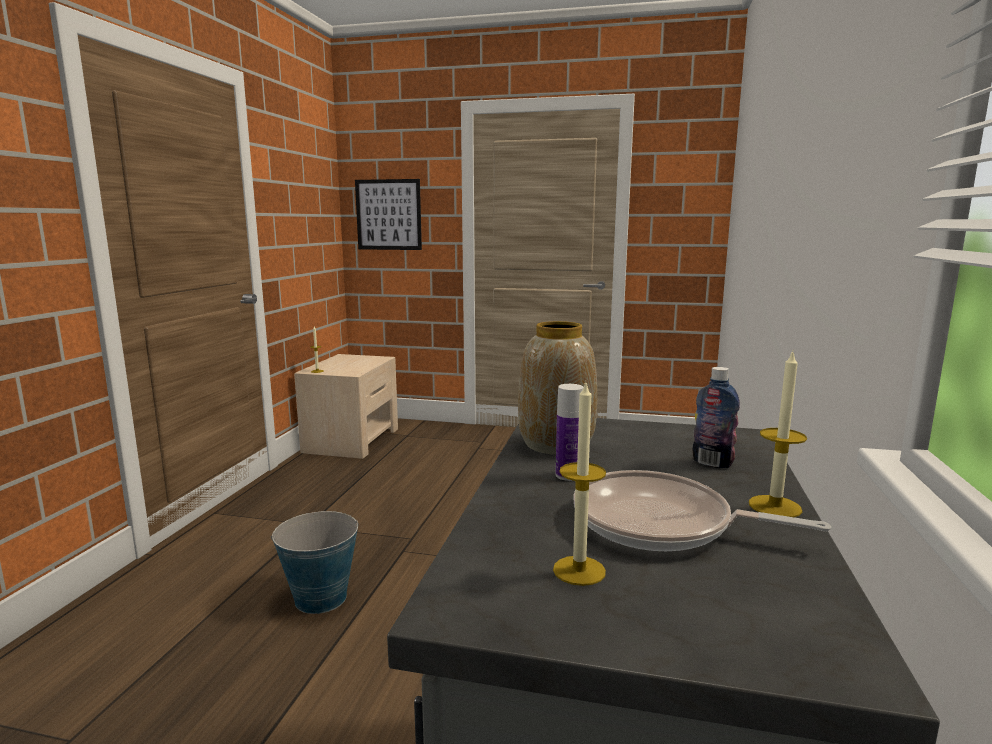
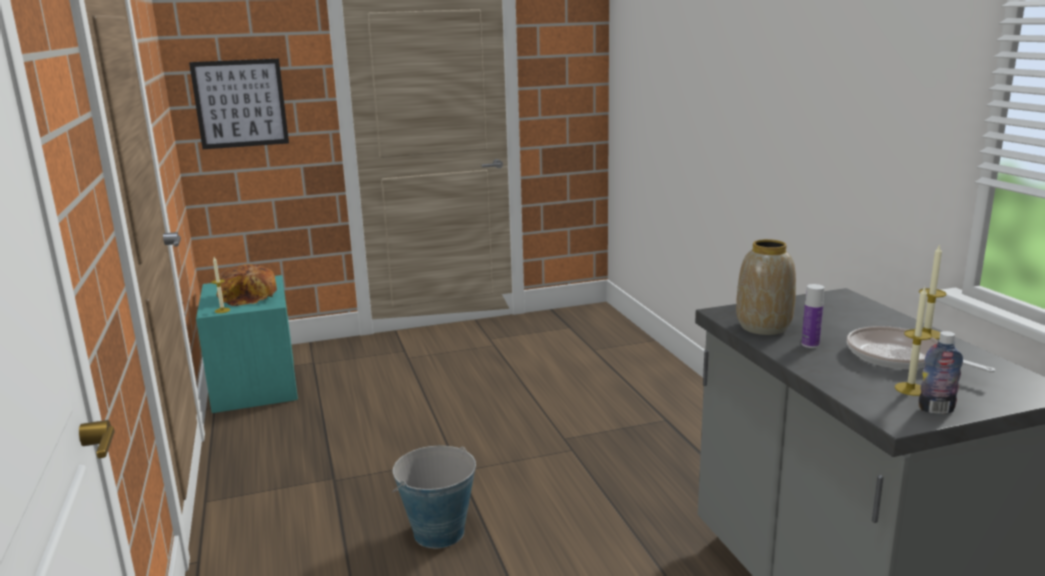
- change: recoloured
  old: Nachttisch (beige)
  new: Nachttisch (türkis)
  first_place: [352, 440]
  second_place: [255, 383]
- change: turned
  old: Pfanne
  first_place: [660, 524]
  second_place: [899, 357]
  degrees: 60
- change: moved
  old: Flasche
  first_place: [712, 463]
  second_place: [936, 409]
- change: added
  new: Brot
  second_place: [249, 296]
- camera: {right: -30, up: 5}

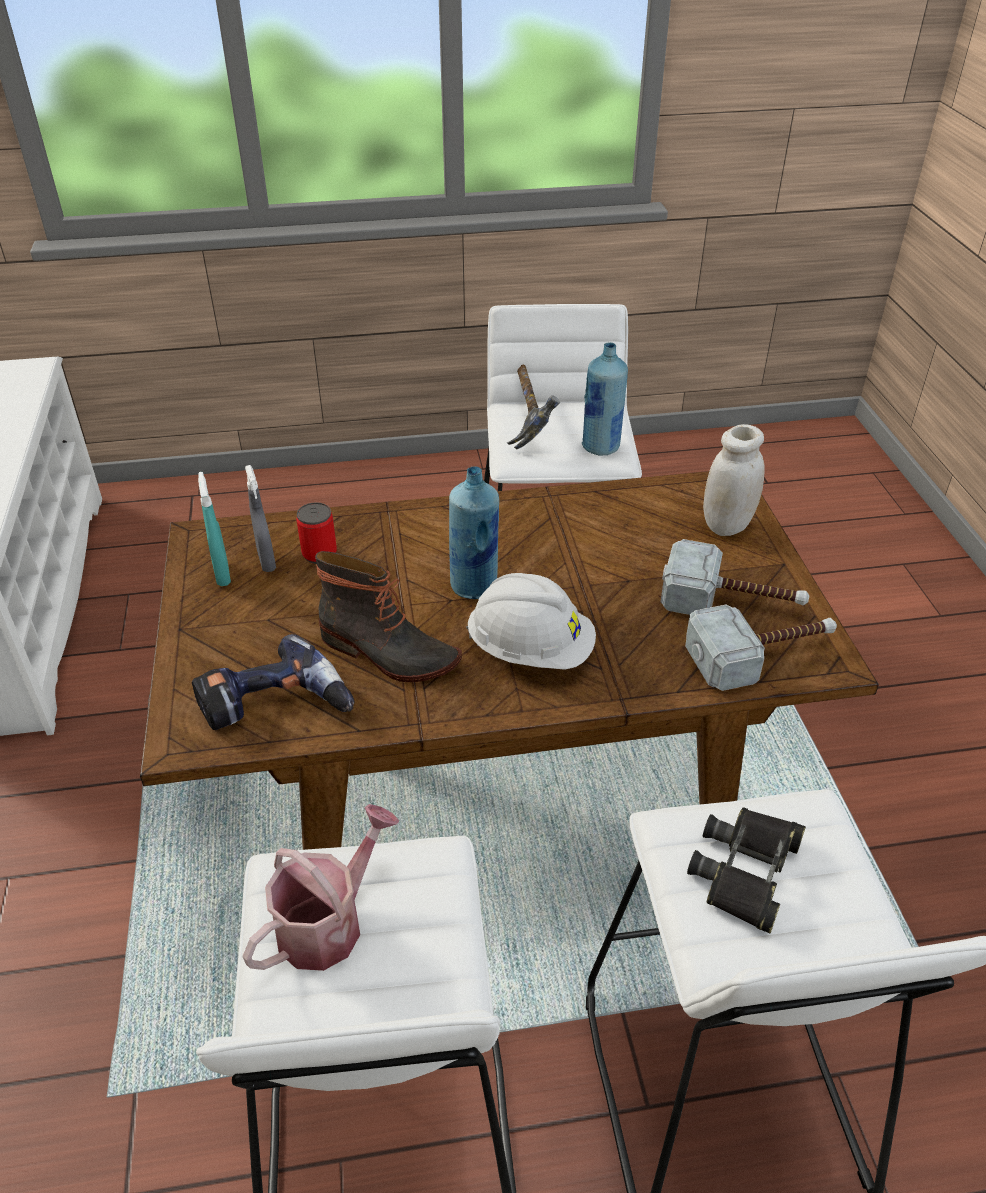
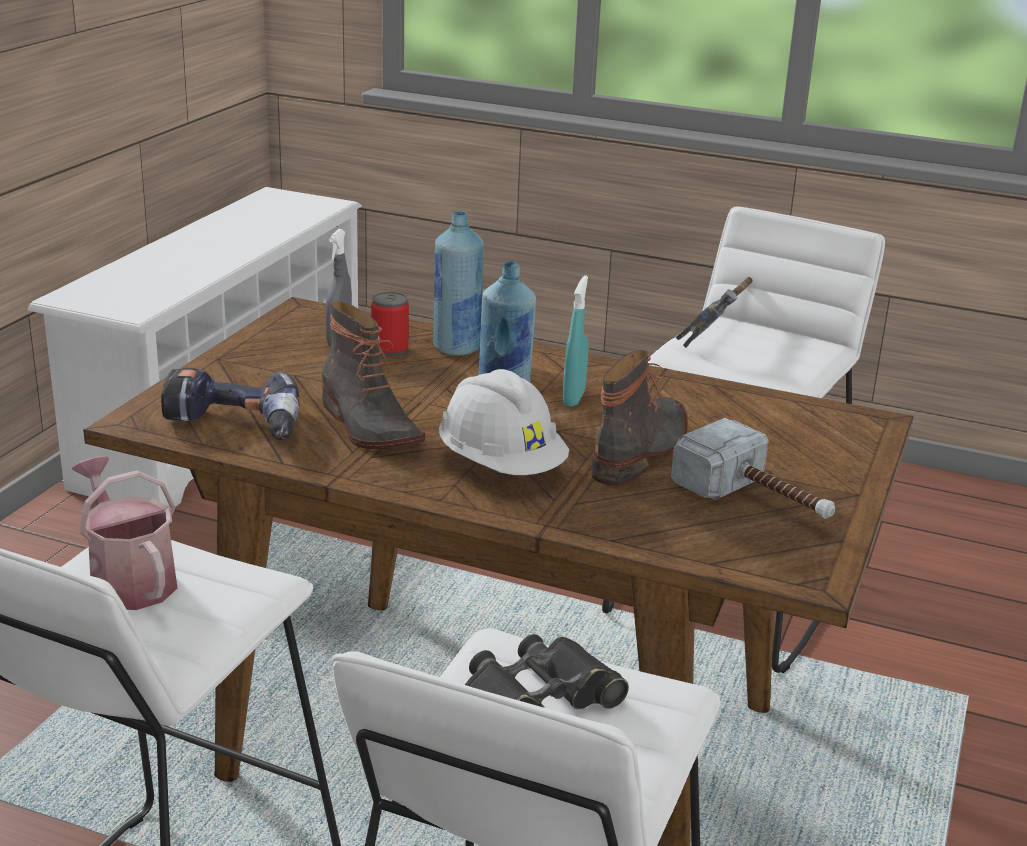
- change: moved
  old: Sprühflasche (türkis)
  first_place: [222, 574]
  second_place: [573, 398]
- change: turned
  old: Gießkanne
  first_place: [328, 922]
  second_place: [128, 579]
  degrees: -105
- change: moved
  old: Flasche (blau)
  first_place: [601, 447]
  second_place: [456, 348]
- change: removed
  old: Hammer
  first_place: [762, 655]
- change: removed
  old: Vorratsglas (weiß)
  first_place: [727, 525]
- change: added
  new: Stiefel
  second_place: [642, 451]
- camera: {right: 30, up: -15}

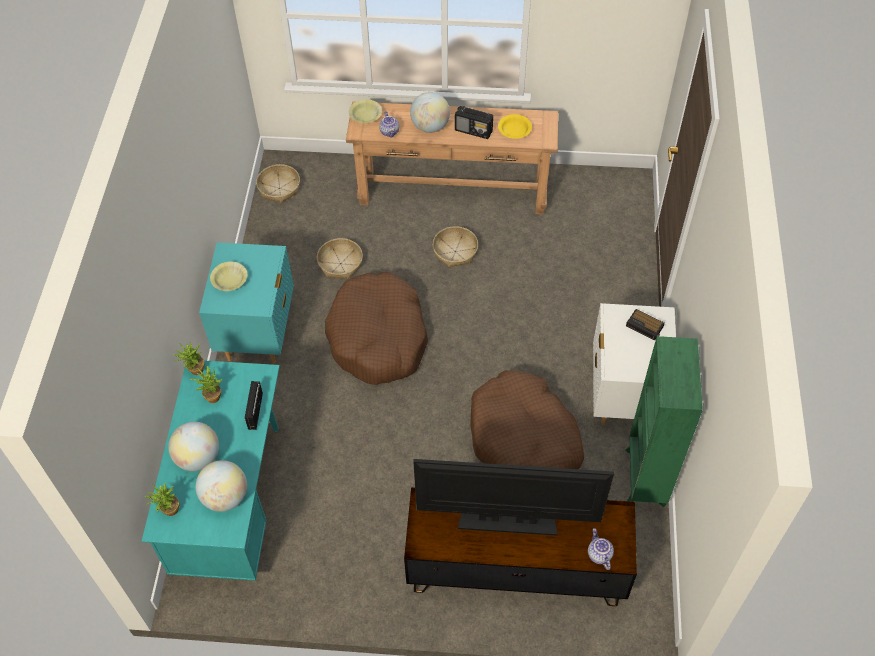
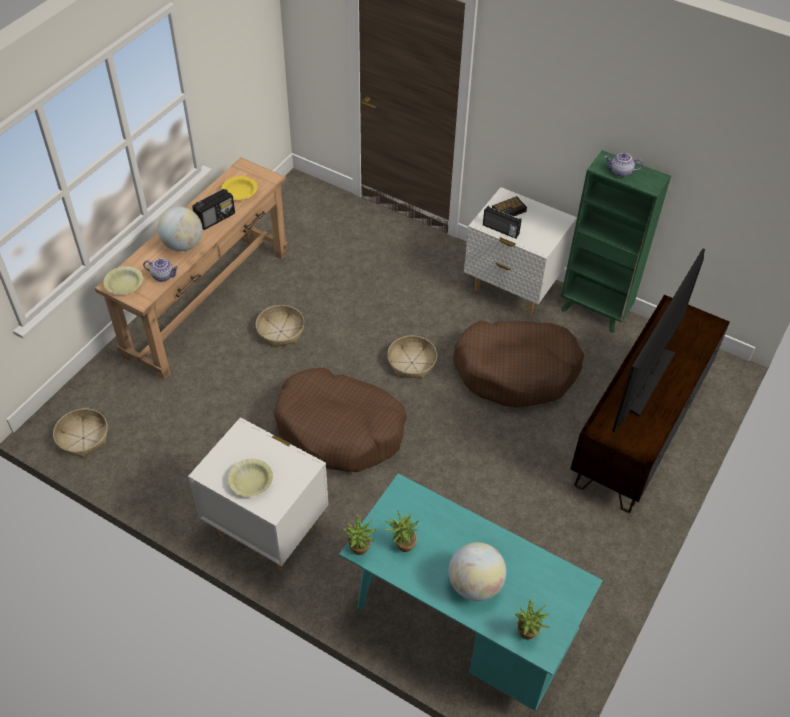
- change: removed
  old: Globus
  first_place: [225, 497]
- change: recoloured
  old: Nachttisch (türkis)
  new: Nachttisch (weiß)
  first_place: [258, 335]
  second_place: [267, 530]
- change: moved
  old: Radio
  first_place: [254, 411]
  second_place: [500, 230]
- change: moved
  old: Korb
  first_place: [340, 264]
  second_place: [412, 363]
- change: moved
  old: Teekanne
  first_place: [598, 554]
  second_place: [620, 172]
- camera: {right: -65, up: -5}

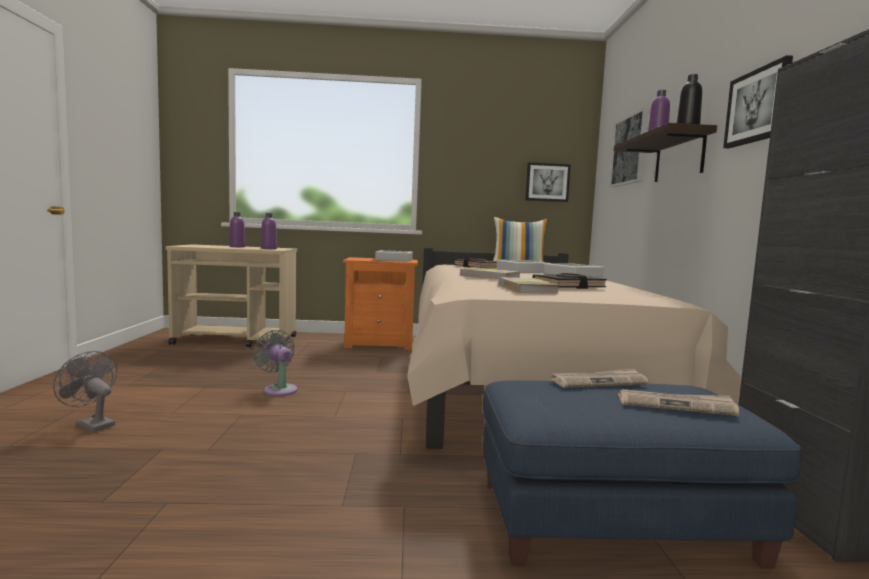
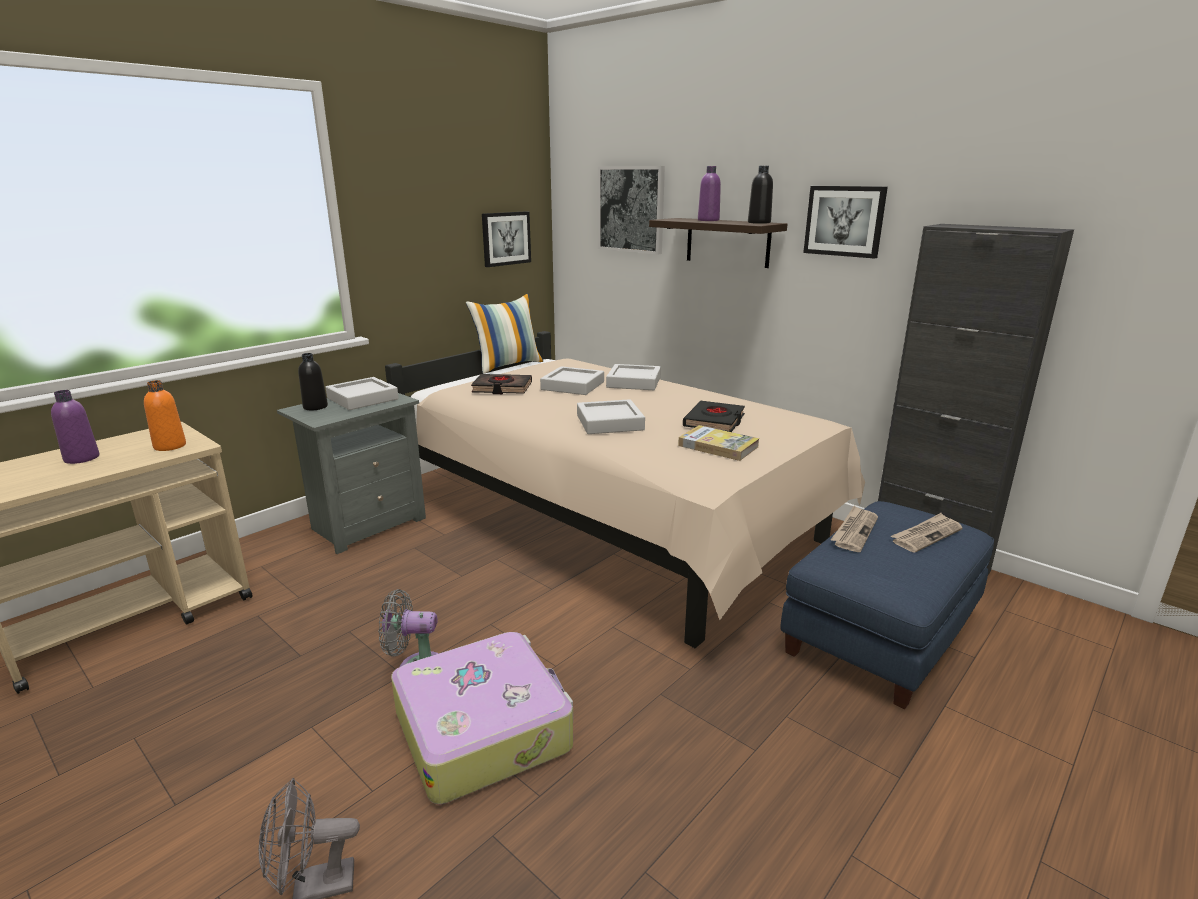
- change: recoloured
  old: Flasche (lila)
  new: Flasche (orange)
  first_place: [269, 249]
  second_place: [170, 446]
- change: recoloured
  old: Nachttisch (orange)
  new: Nachttisch (grau)
  first_place: [380, 343]
  second_place: [366, 524]
- change: replaced
  old: Buch
  new: Tablett (grau)
  first_place: [489, 277]
  second_place: [610, 423]
- change: added
  new: Flasche (schwarz)
  second_place: [315, 407]
- change: added
  new: Koffer
  second_place: [484, 728]
- camera: {right: -45, up: 15}

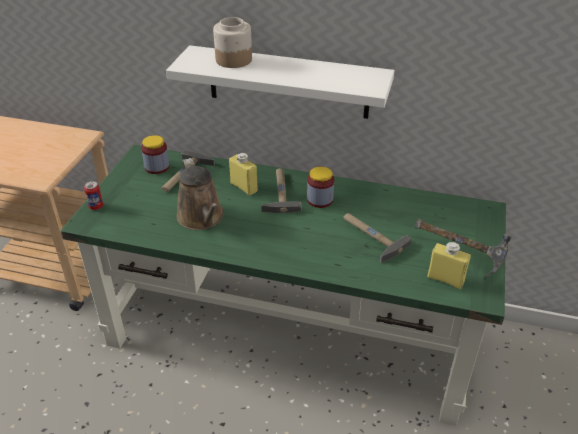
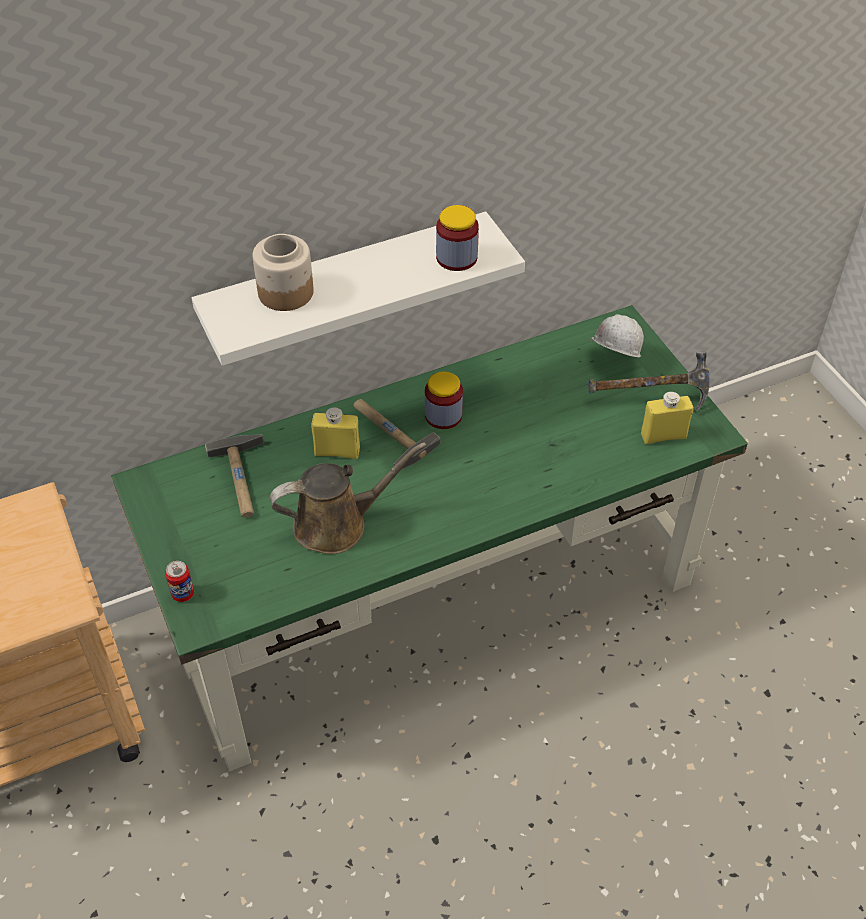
- change: moved
  old: Vorratsglas
  first_place: [157, 167]
  second_place: [456, 258]
- change: turned
  old: Gießkanne (braun)
  first_place: [202, 218]
  second_place: [337, 524]
  degrees: -45
- change: removed
  old: Hammer
  first_place: [370, 236]
- change: added
  new: Schutzhelm (weiß)
  second_place: [611, 363]
- camera: {right: -40, up: 10}

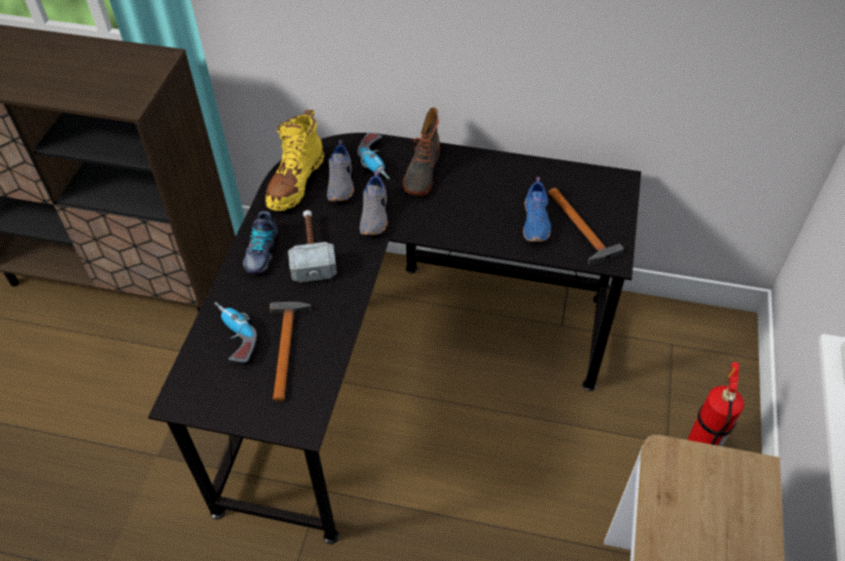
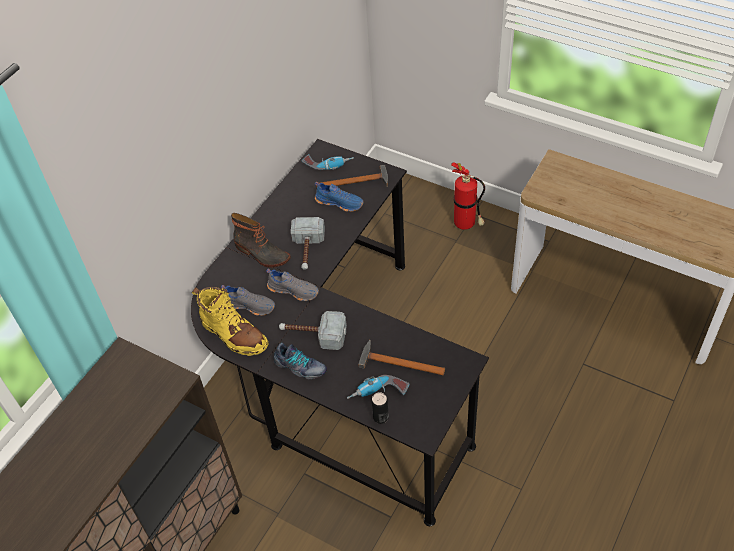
- change: moved
  old: Bohrmaschine
  first_place: [377, 162]
  second_place: [328, 165]
- change: added
  new: Hammer
  second_place: [307, 250]
- change: added
  new: Dose
  second_place: [381, 417]
- camera: {right: -70, up: 0}

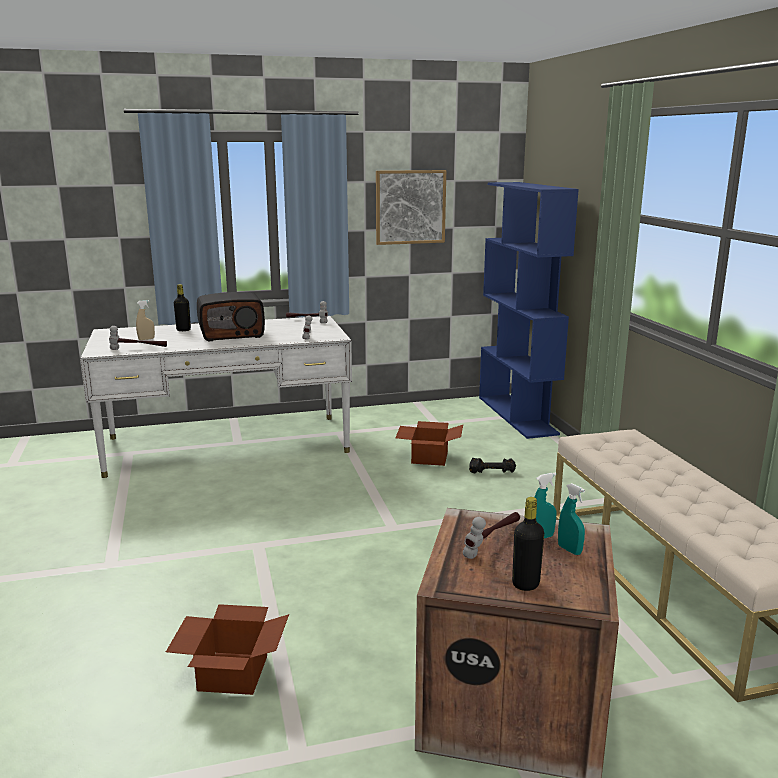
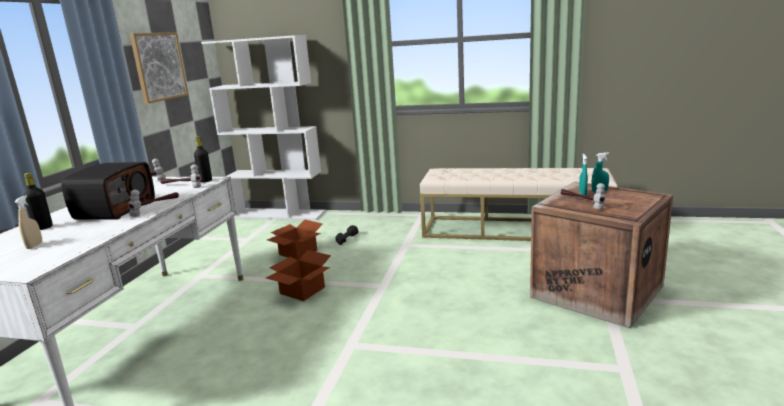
- change: moved
  old: Hammer
  first_place: [138, 349]
  second_place: [156, 208]
- change: moved
  old: Karton
  first_place: [231, 672]
  second_place: [301, 291]
- change: recoloured
  old: Bücherregal (blau)
  new: Bücherregal (weiß)
  first_place: [517, 415]
  second_place: [279, 214]
- change: moved
  old: Flasche (schwarz)
  first_place: [525, 584]
  second_place: [205, 181]
- camera: {right: -60, up: 0}

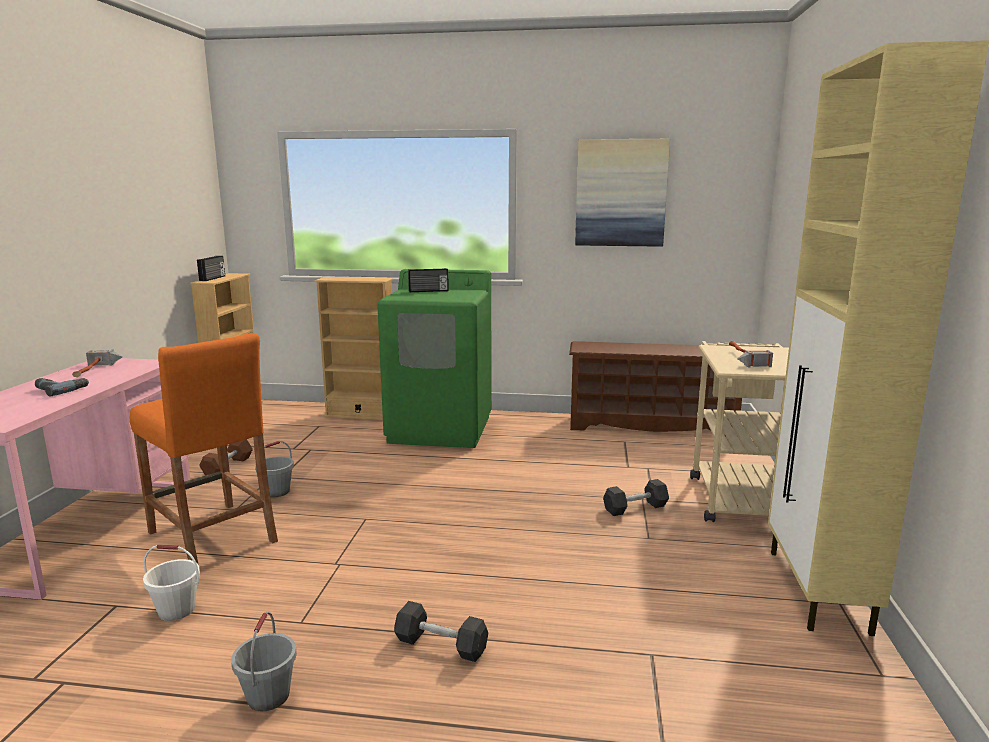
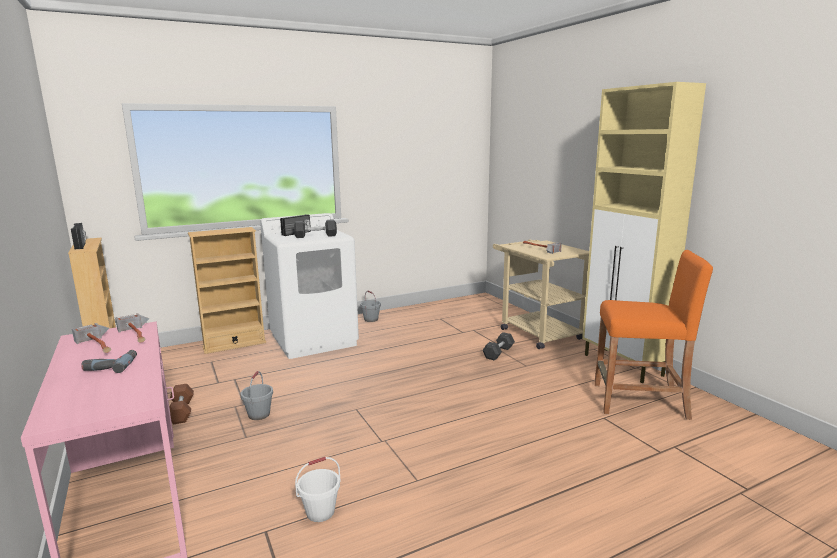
- change: moved
  old: Hocker (orange)
  first_place: [212, 537]
  second_place: [640, 401]
- change: moved
  old: Eimer (grau)
  first_place: [269, 696]
  second_place: [371, 319]
- change: recoloured
  old: Waschmaschine (grün)
  new: Waschmaschine (weiß)
  first_place: [441, 429]
  second_place: [314, 340]
- change: moved
  old: Hantel (grau)
  first_place: [441, 645]
  second_place: [315, 236]
- change: removed
  old: Schuhregal (braun)
  first_place: [651, 425]
- change: removed
  old: Bild
  first_place: [621, 193]
- change: added
  new: Hammer
  second_place: [140, 335]
- camera: {right: -35, up: 0}

